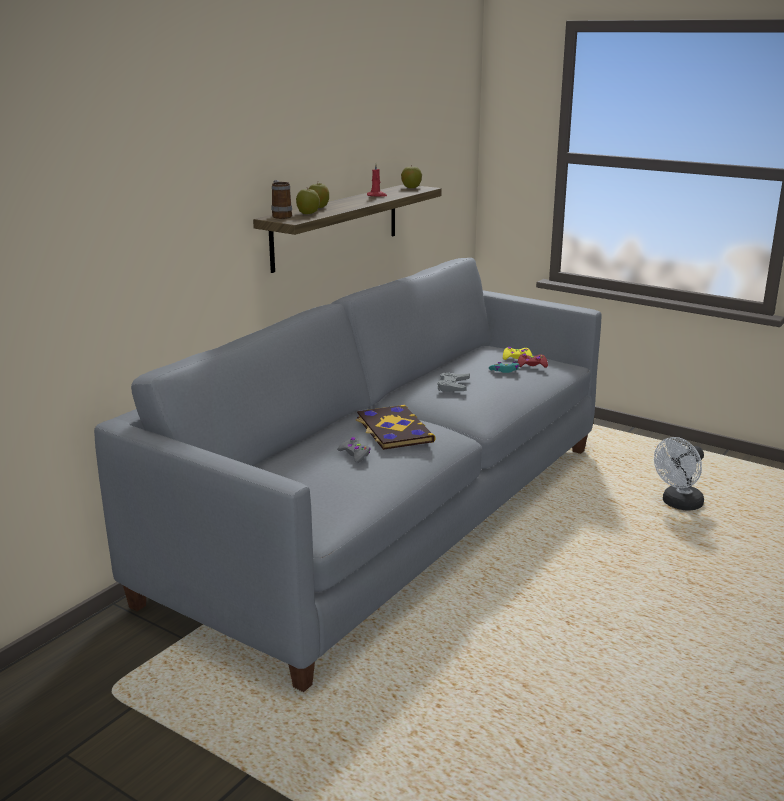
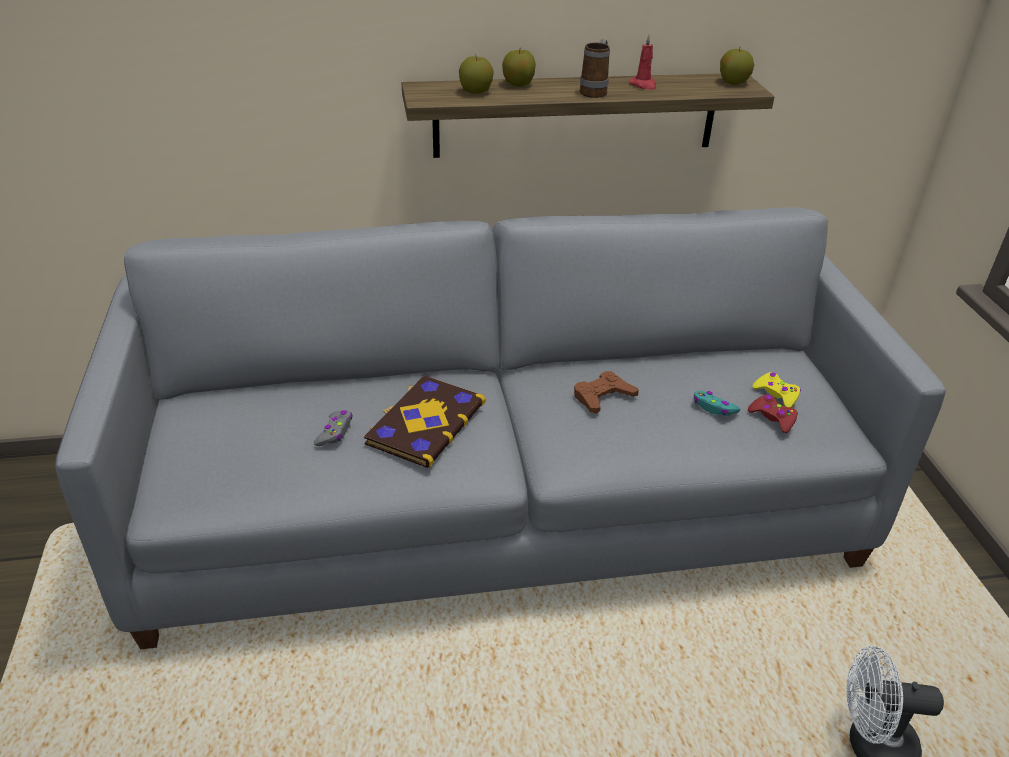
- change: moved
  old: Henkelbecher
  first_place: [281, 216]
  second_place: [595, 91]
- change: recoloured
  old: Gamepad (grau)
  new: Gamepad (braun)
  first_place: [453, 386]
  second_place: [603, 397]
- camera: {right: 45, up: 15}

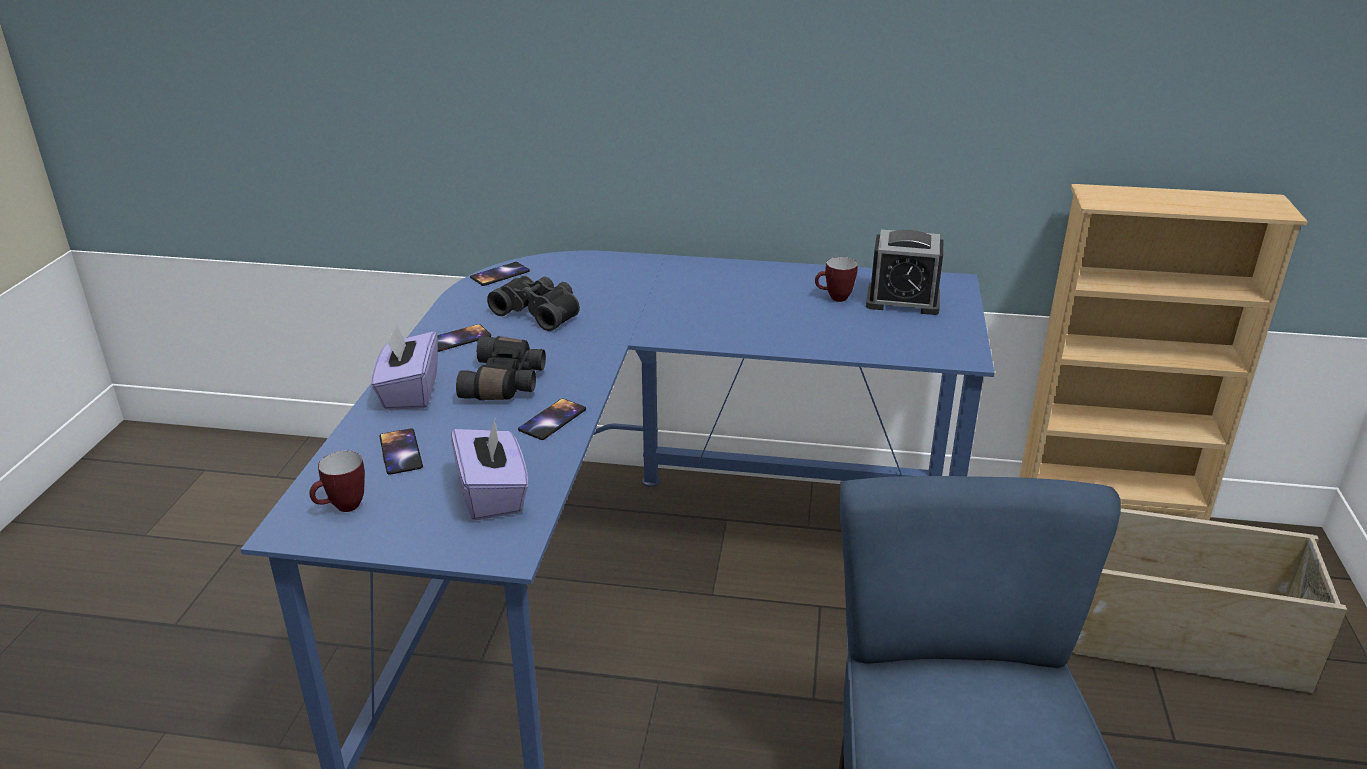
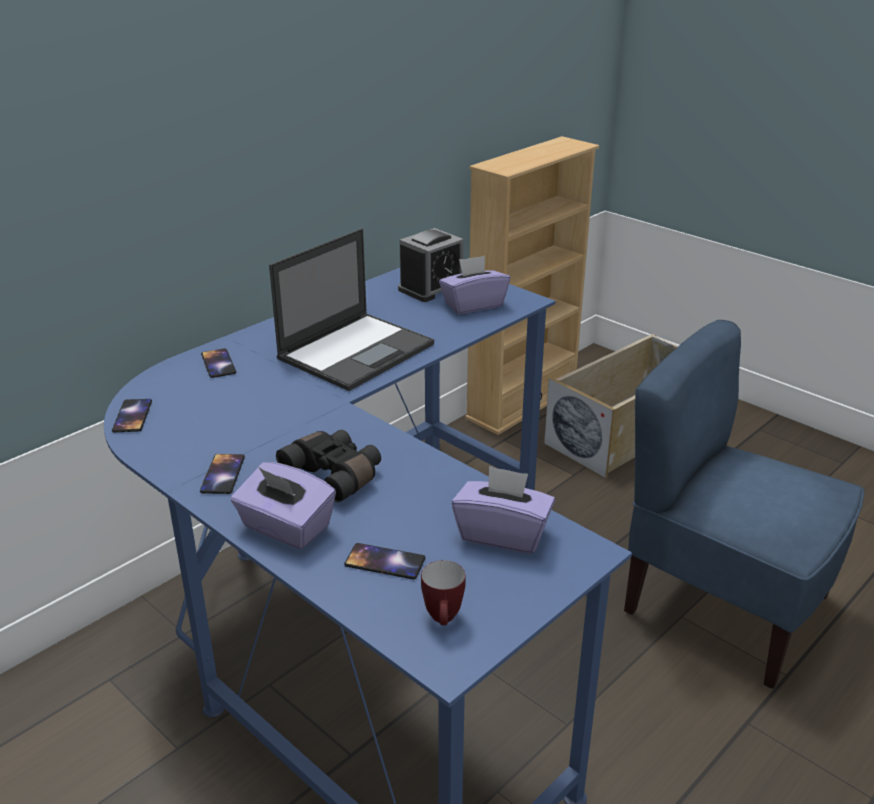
- change: removed
  old: Fernglas (schwarz)
  first_place: [539, 312]
- change: moved
  old: Handy
  first_place: [552, 420]
  second_place: [218, 363]
- change: removed
  old: Henkelbecher
  first_place: [834, 298]
- change: added
  new: Laptop
  second_place: [357, 351]
- change: added
  new: Taschentuchbox (lila)
  second_place: [473, 305]
- camera: {right: -55, up: 0}

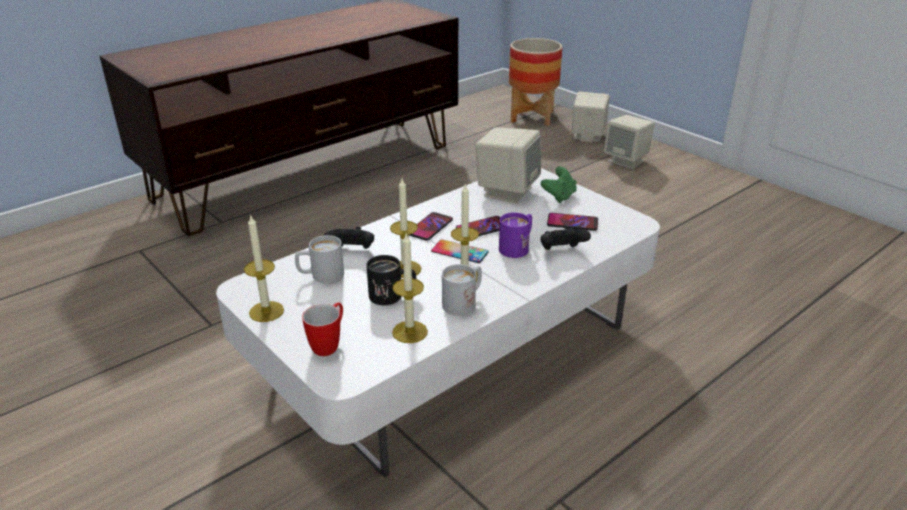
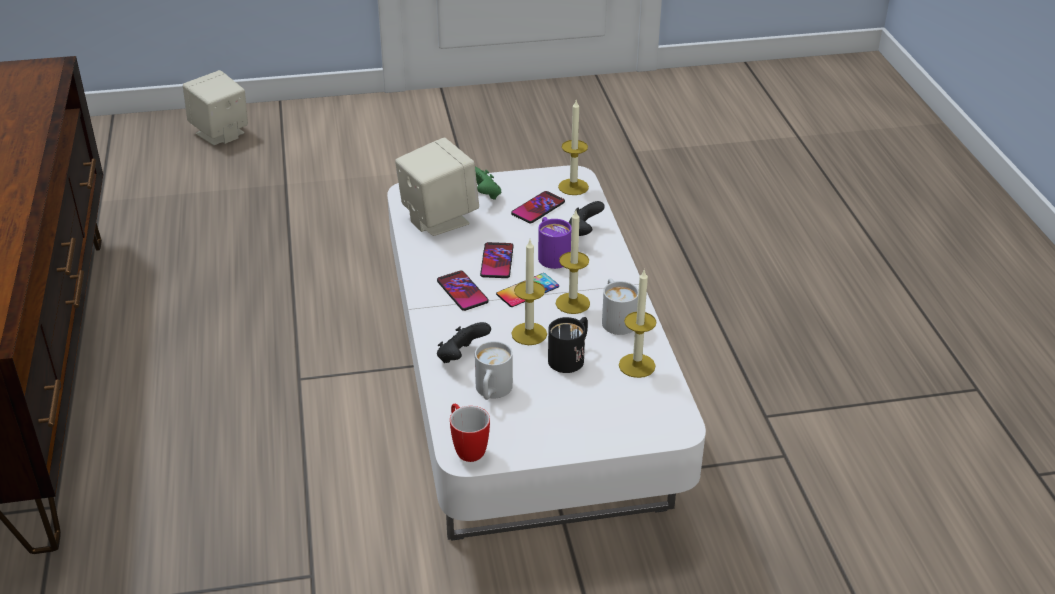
- change: moved
  old: Kerze
  first_place: [266, 311]
  second_place: [573, 187]
- change: moved
  old: Henkelbecher
  first_place: [329, 344]
  second_place: [466, 448]
- change: removed
  old: Pflanzkübel
  first_place: [531, 117]
- change: removed
  old: Lautsprecher (beige)
  first_place: [626, 160]
- camera: {right: -60, up: 5}

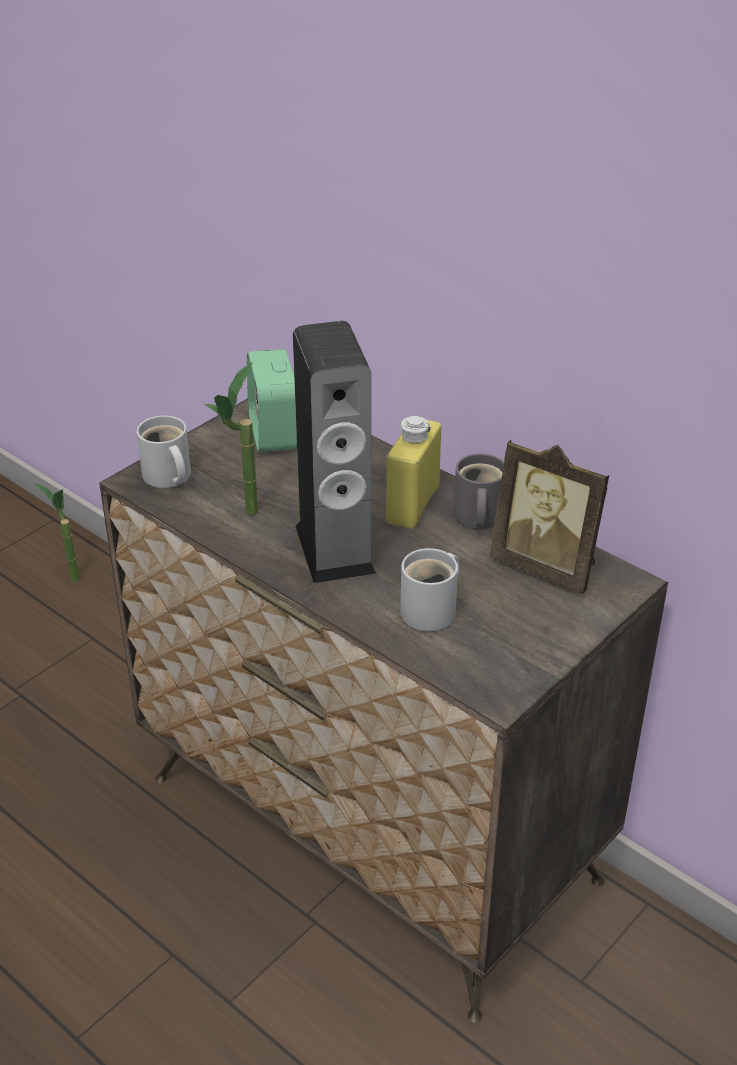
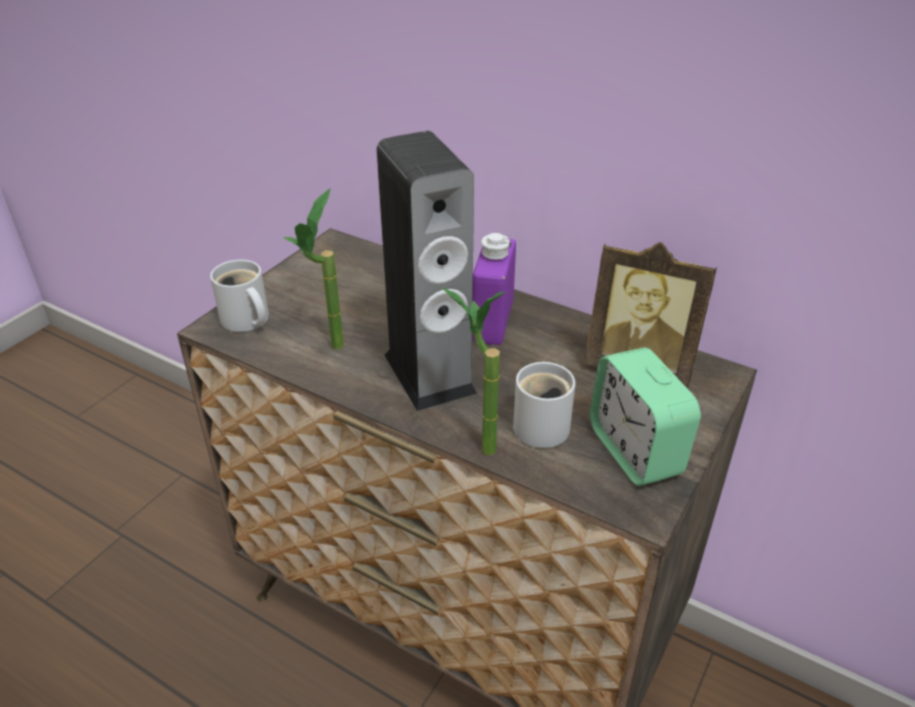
- change: moved
  old: Topfpflanze
  first_place: [69, 575]
  second_place: [475, 445]
- change: moved
  old: Wecker
  first_place: [273, 433]
  second_place: [635, 451]
- change: recoloured
  old: Flasche (gelb)
  new: Flasche (lila)
  first_place: [412, 505]
  second_place: [492, 322]
- change: removed
  old: Henkelbecher (grau)
  first_place: [476, 517]
- camera: {right: -10, up: 0}

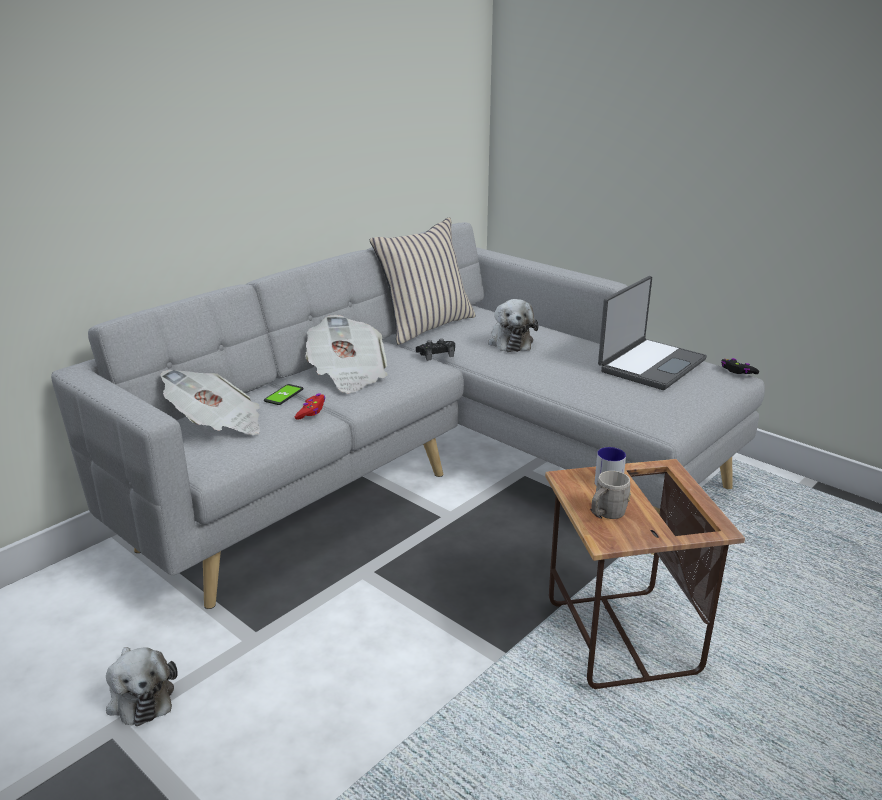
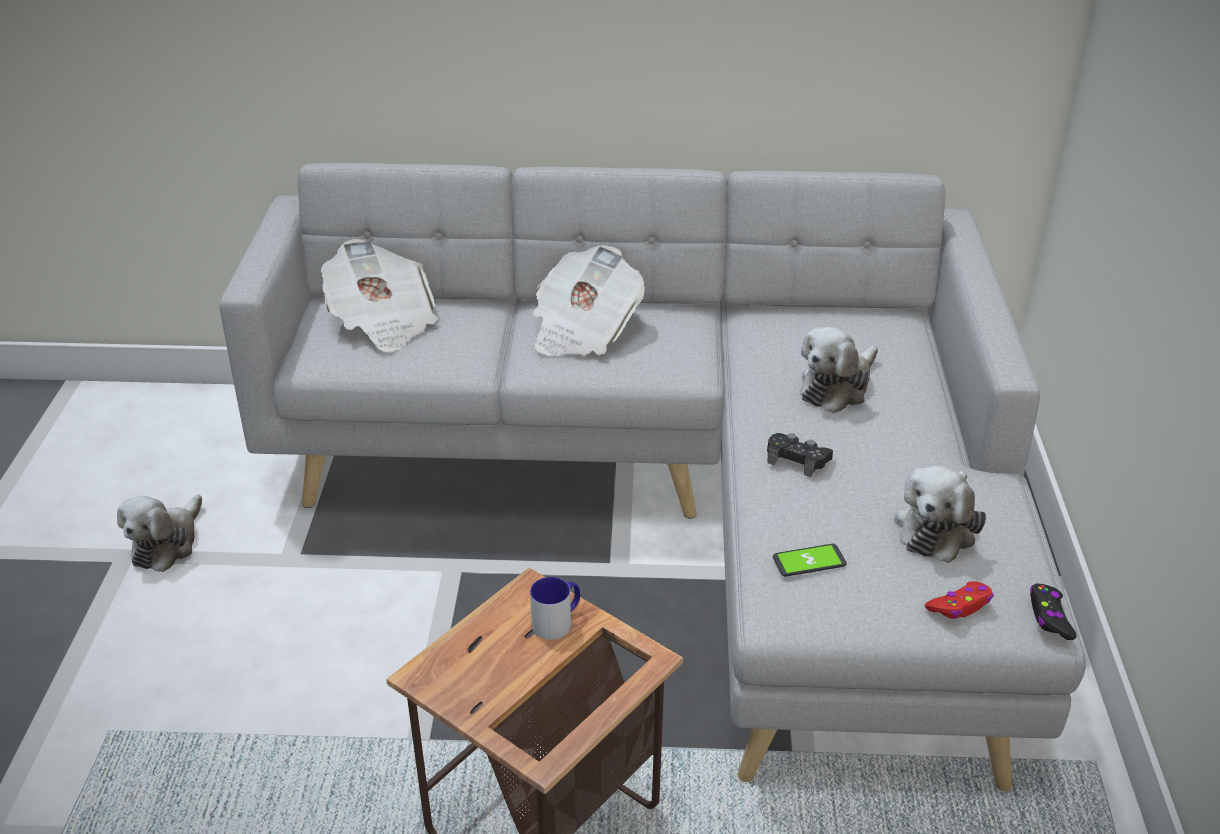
- change: moved
  old: Handy
  first_place: [283, 395]
  second_place: [809, 561]
- change: moved
  old: Gamepad (rot)
  first_place: [311, 411]
  second_place: [960, 606]
- change: removed
  old: Kissen (beige)
  first_place: [425, 326]
- change: moved
  old: Gamepad (schwarz)
  first_place: [436, 354]
  second_place: [797, 459]
- change: removed
  old: Henkelbecher (grau)
  first_place: [606, 514]
- change: replaced
  old: Laptop
  new: Plüschtier
  first_place: [650, 365]
  second_place: [937, 527]
- camera: {right: 50, up: 10}

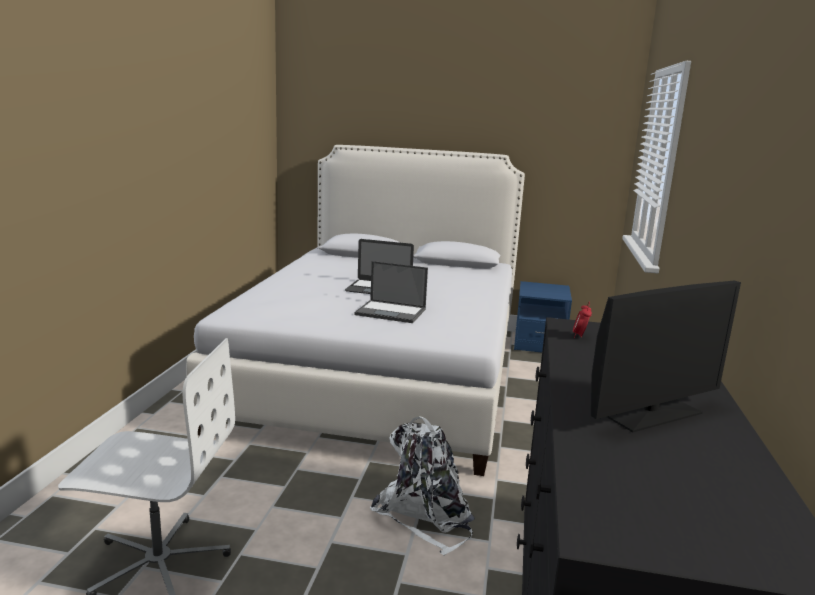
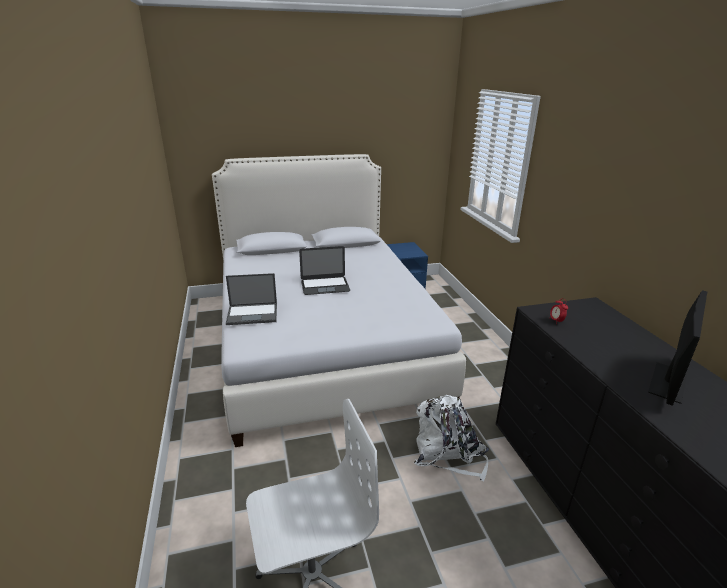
- change: moved
  old: Laptop
  first_place: [391, 312]
  second_place: [253, 314]
- camera: {right: -25, up: 10}

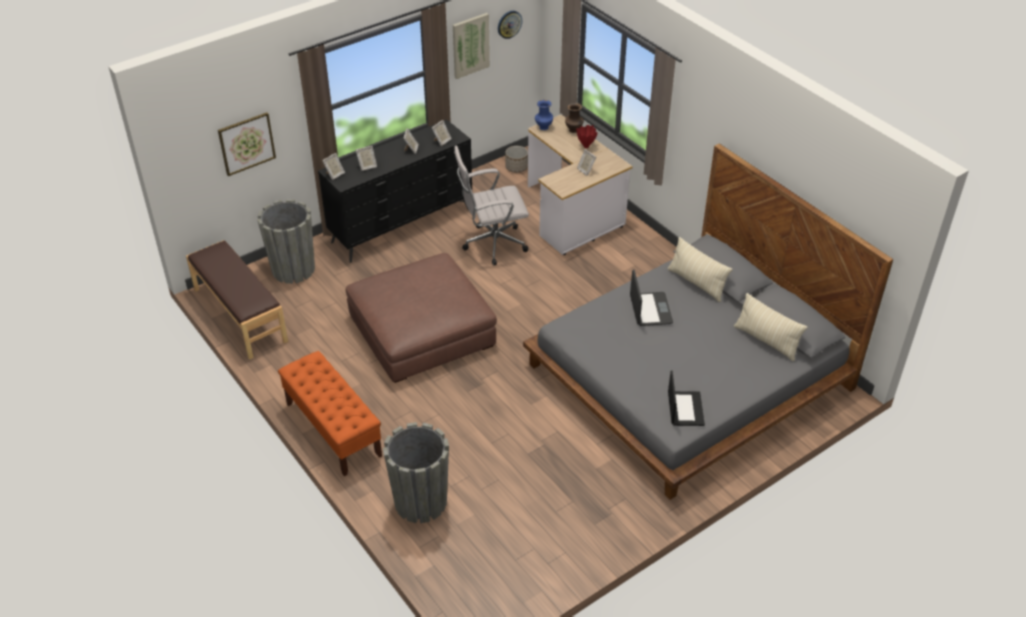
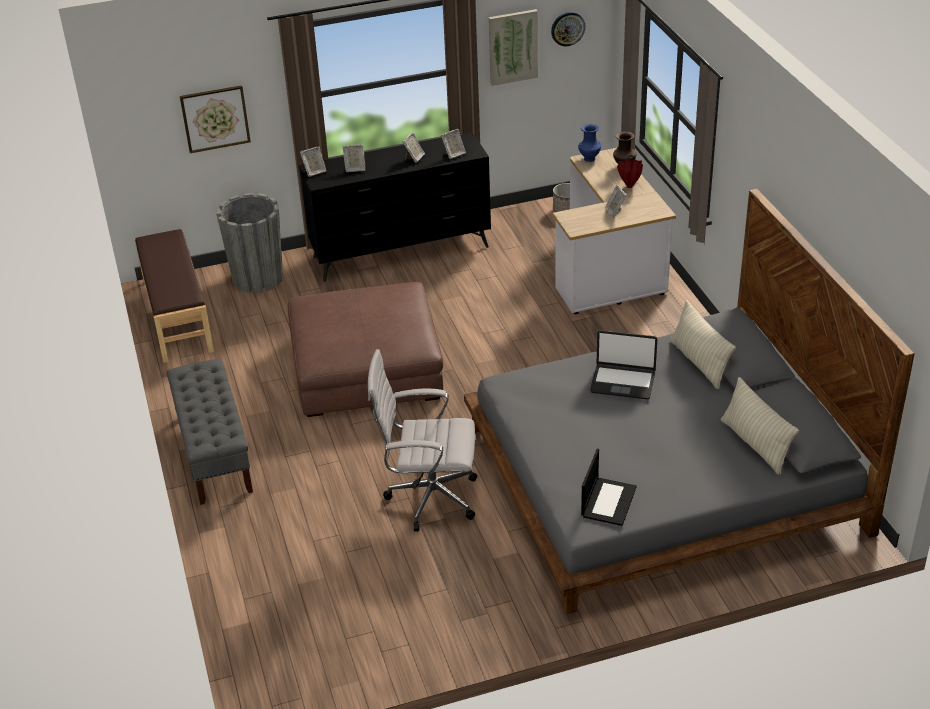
- change: recoloured
  old: Bank (orange)
  new: Bank (grau)
  first_place: [333, 429]
  second_place: [214, 453]
- change: removed
  old: Pflanzkübel (grau)
  first_place: [420, 502]
- change: moved
  old: Bürostuhl (weiß)
  first_place: [492, 244]
  second_place: [428, 498]
- change: turned
  old: Laptop
  first_place: [650, 310]
  second_place: [623, 382]
  degrees: 90
- camera: {right: 20, up: -5}

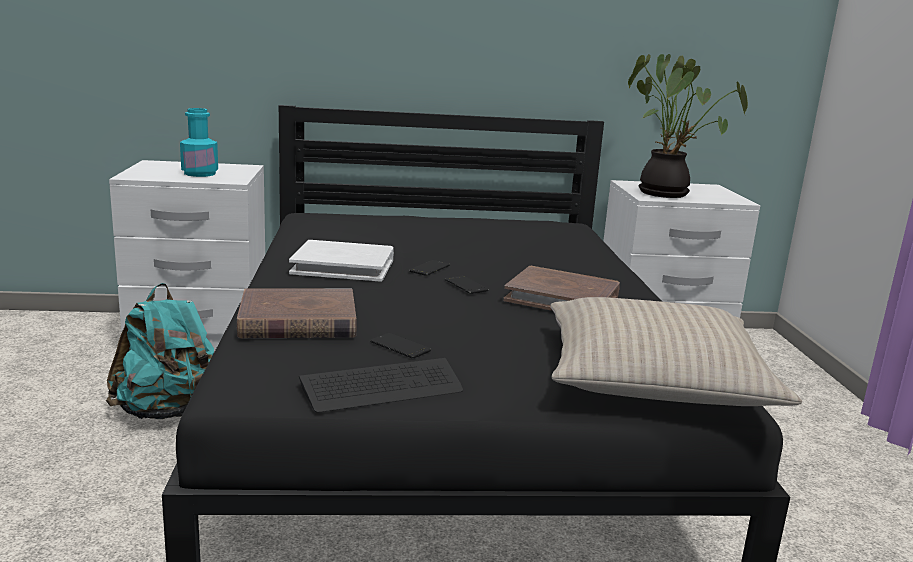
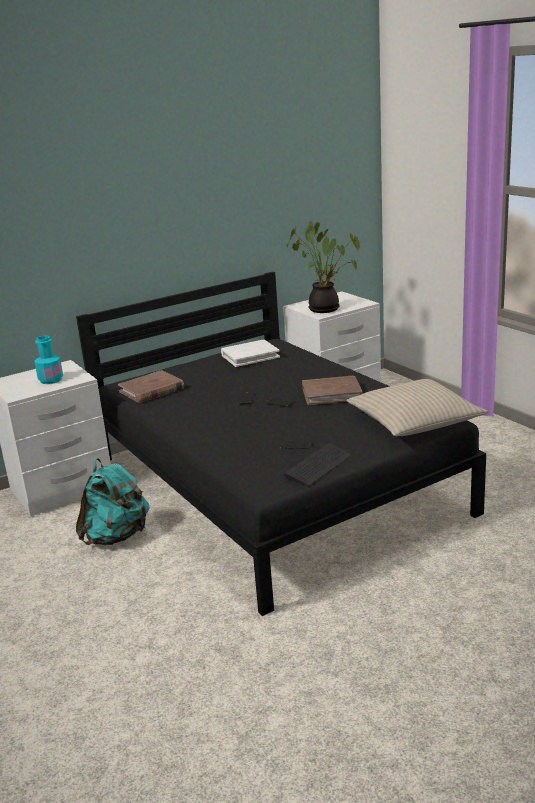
- change: moved
  old: Buch (braun)
  first_place: [298, 321]
  second_place: [151, 390]
- change: moved
  old: Buch (weiß)
  first_place: [343, 266]
  second_place: [250, 356]
- camera: {right: -25, up: 5}

